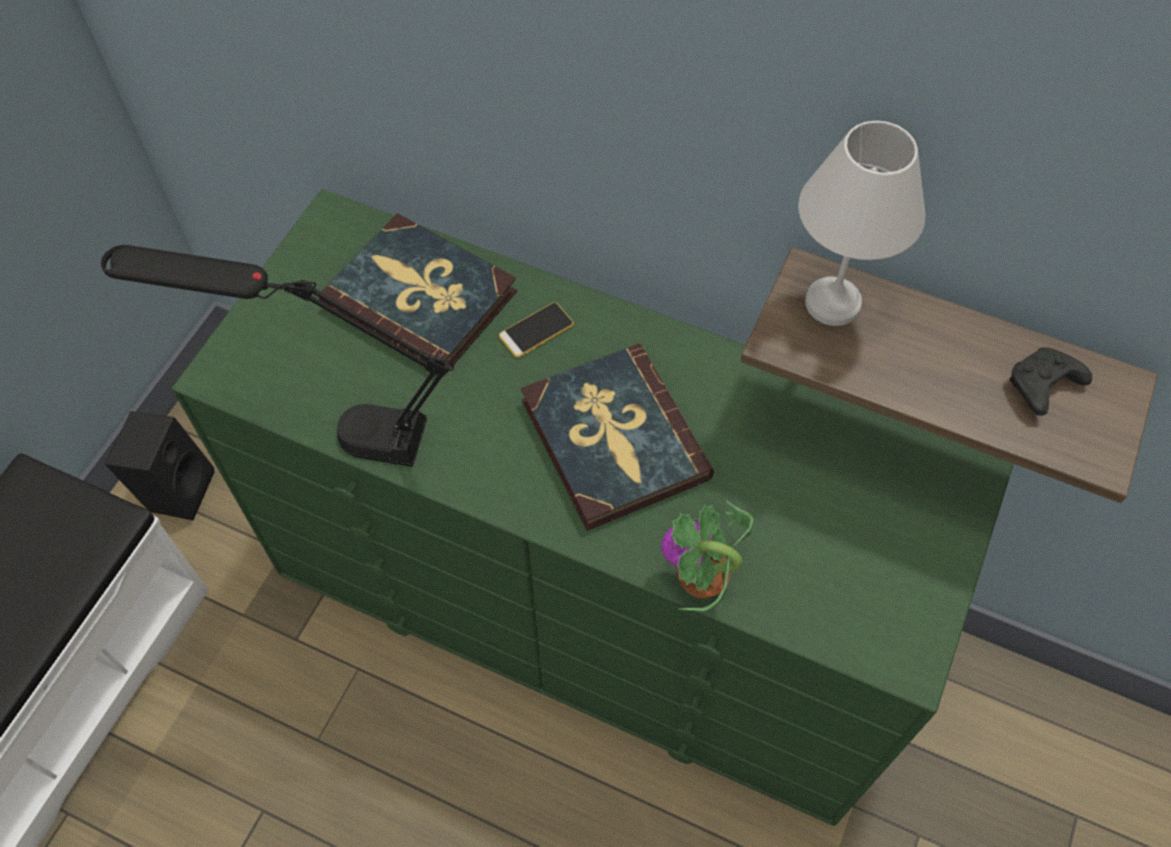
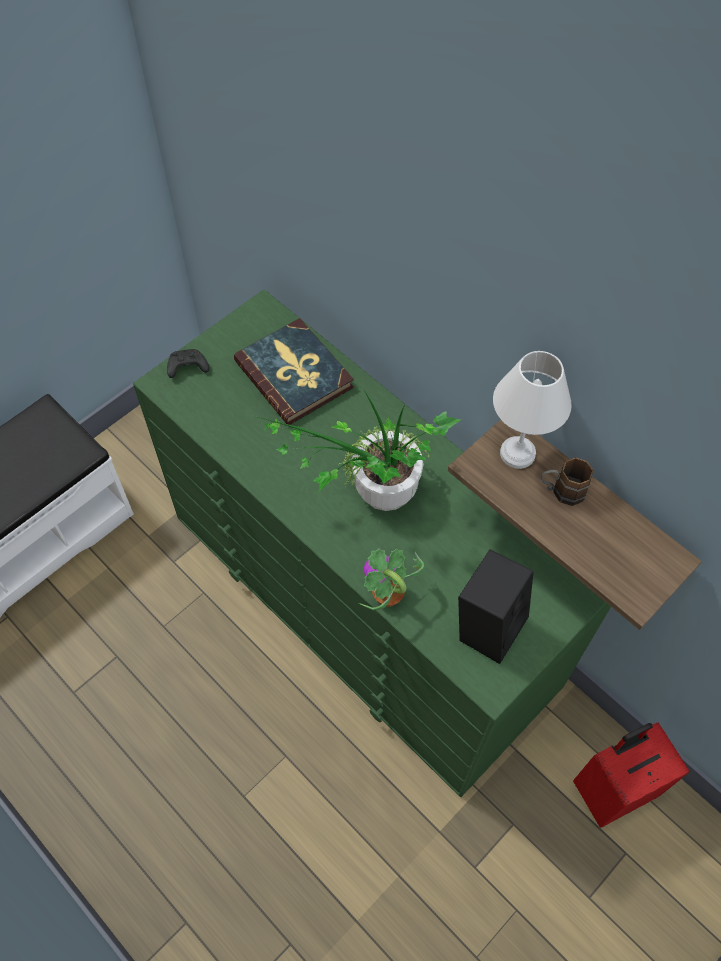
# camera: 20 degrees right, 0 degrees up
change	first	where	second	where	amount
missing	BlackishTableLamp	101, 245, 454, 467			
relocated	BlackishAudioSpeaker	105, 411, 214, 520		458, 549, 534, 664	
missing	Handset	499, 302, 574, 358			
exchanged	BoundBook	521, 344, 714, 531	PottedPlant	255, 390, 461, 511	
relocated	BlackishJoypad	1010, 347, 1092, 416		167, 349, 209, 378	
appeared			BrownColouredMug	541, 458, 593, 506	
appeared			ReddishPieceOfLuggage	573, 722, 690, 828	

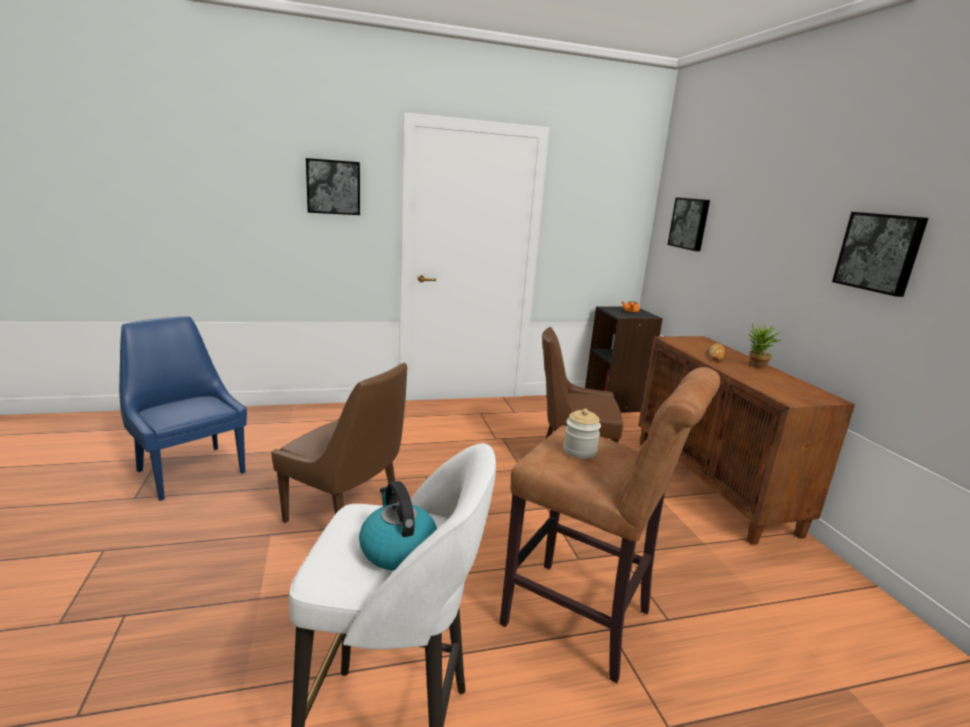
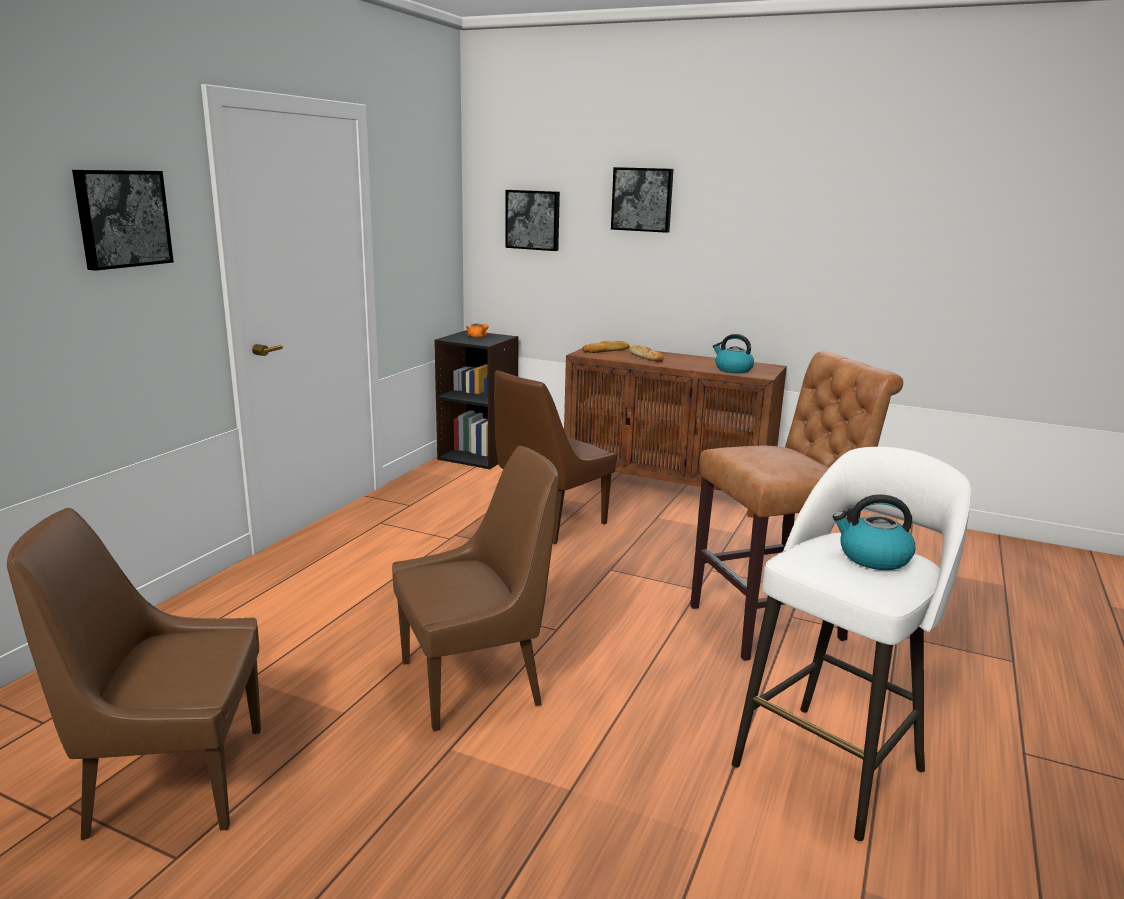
# camera: 50 degrees left, 0 degrees up
change	first	where	second	where	amount
colour	BlueUprightChair	119, 316, 247, 501	BrownColouredUprightChair	7, 508, 261, 840	
missing	PreserveJar	563, 409, 601, 459			
missing	PottedPlant	748, 323, 784, 369			
relocated	WallArt	832, 212, 928, 297		611, 167, 674, 233	
appeared			Bread	582, 341, 630, 353	
appeared			WaterKettle	713, 334, 754, 373	

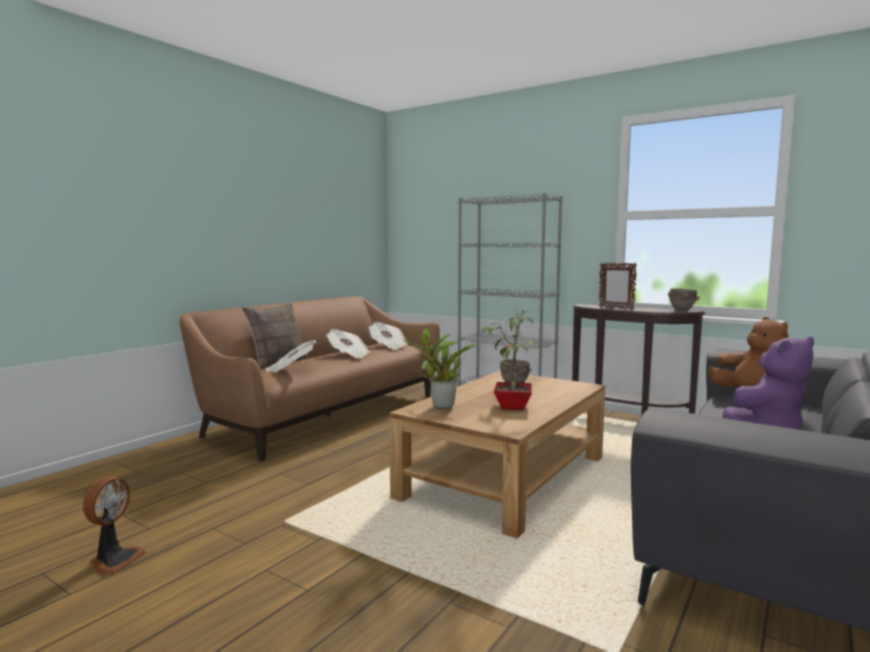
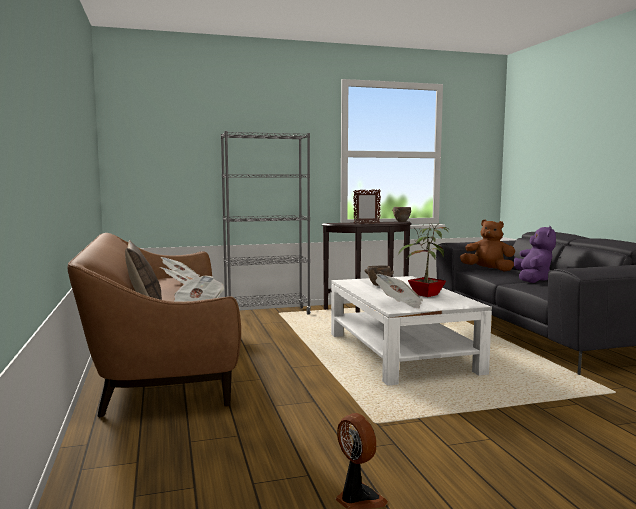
# camera: 50 degrees left, 0 degrees up
change	first	where	second	where	amount
colour	BrownColouredLowTable	389, 371, 605, 539	WhitishLowTable	331, 276, 492, 386	
exchanged	PottedPlant	404, 328, 476, 409	PrintedPaper	375, 274, 423, 309	

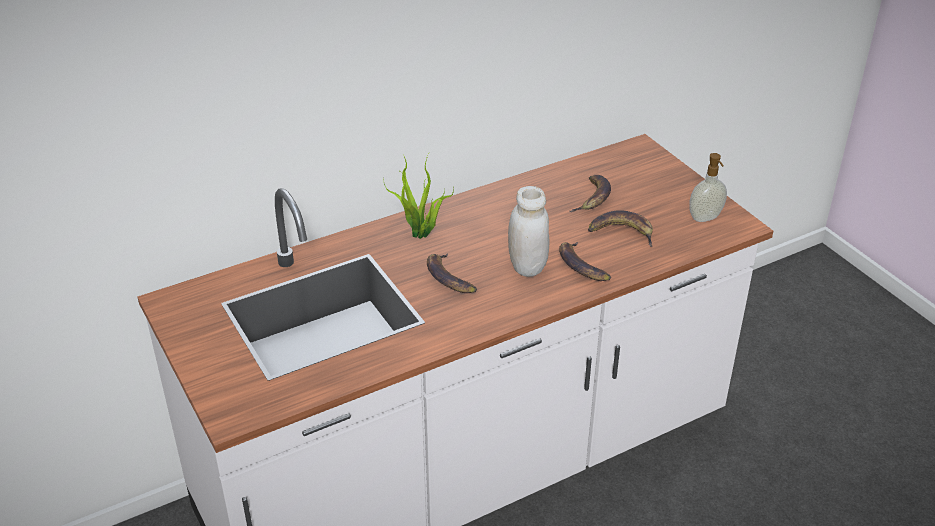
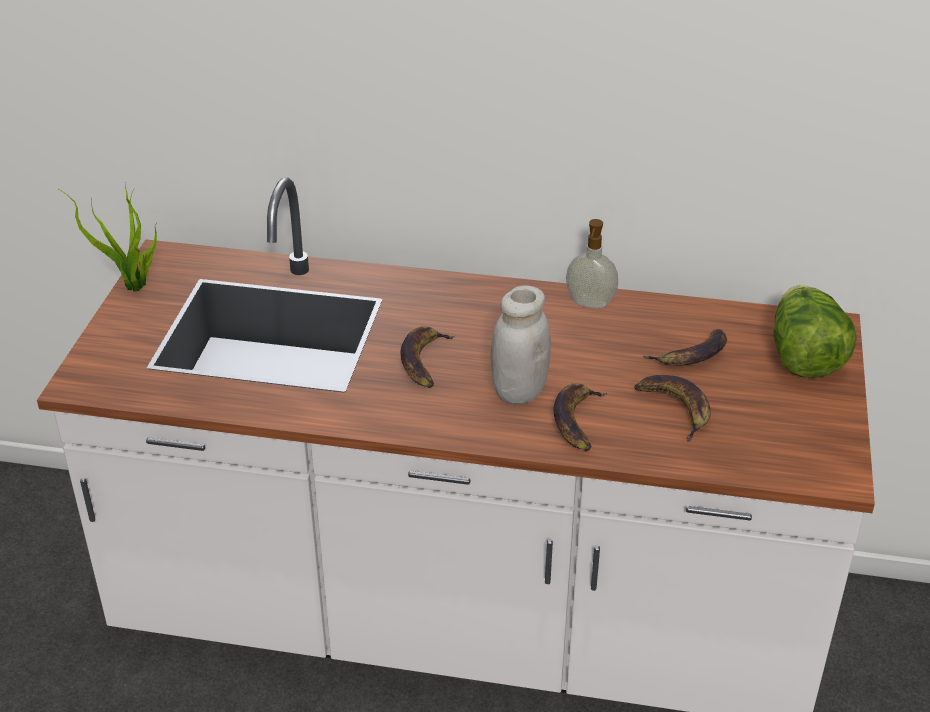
# camera: 40 degrees right, 0 degrees up
change	first	where	second	where	amount
relocated	PottedPlant	383, 154, 454, 239		59, 182, 157, 292	
relocated	LiquidSoapBottle	689, 153, 727, 222		566, 219, 618, 308	
appeared			LettuceHead	773, 285, 856, 378	

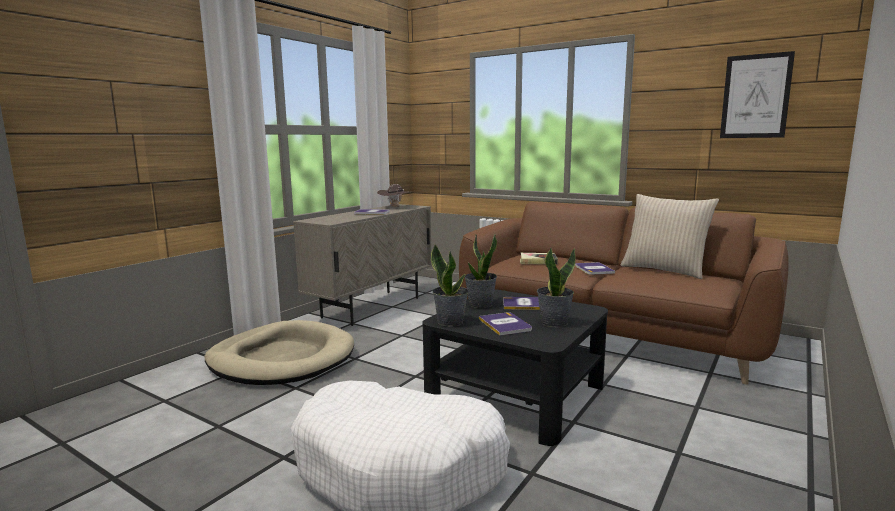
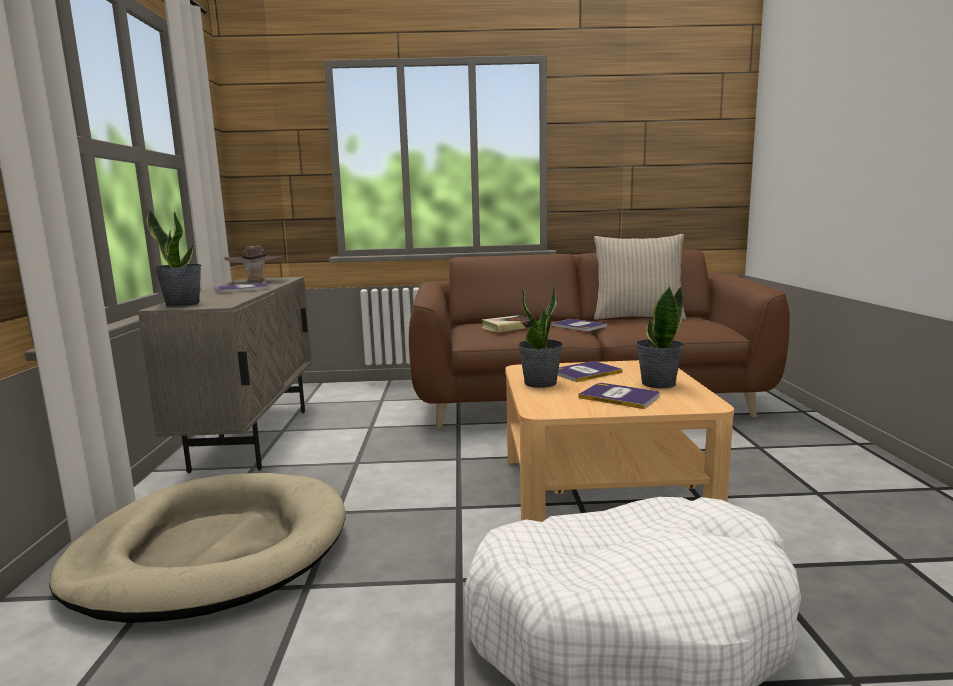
# camera: 35 degrees left, 0 degrees up
change	first	where	second	where	amount
colour	BlackishLowTable	422, 289, 608, 446	BeigeColouredLowTable	505, 360, 734, 522	
relocated	PottedPlant	431, 244, 469, 327		146, 209, 201, 307	
missing	WallArt	720, 51, 795, 138			

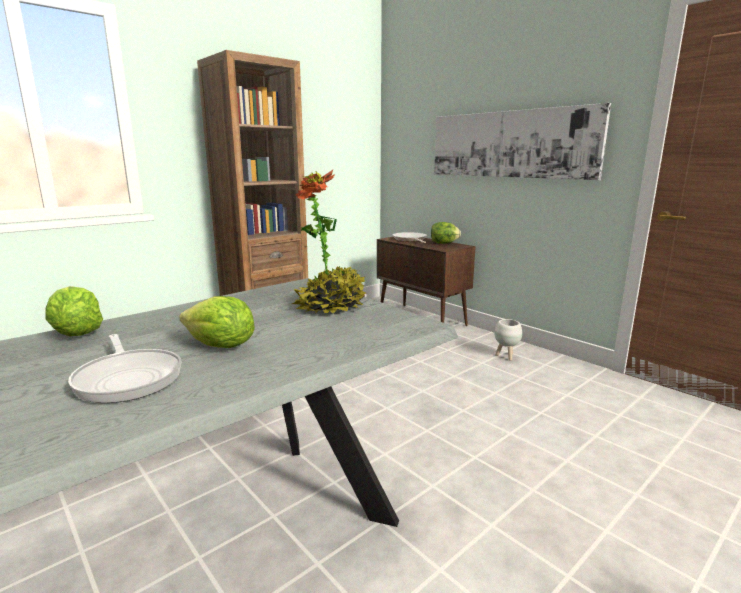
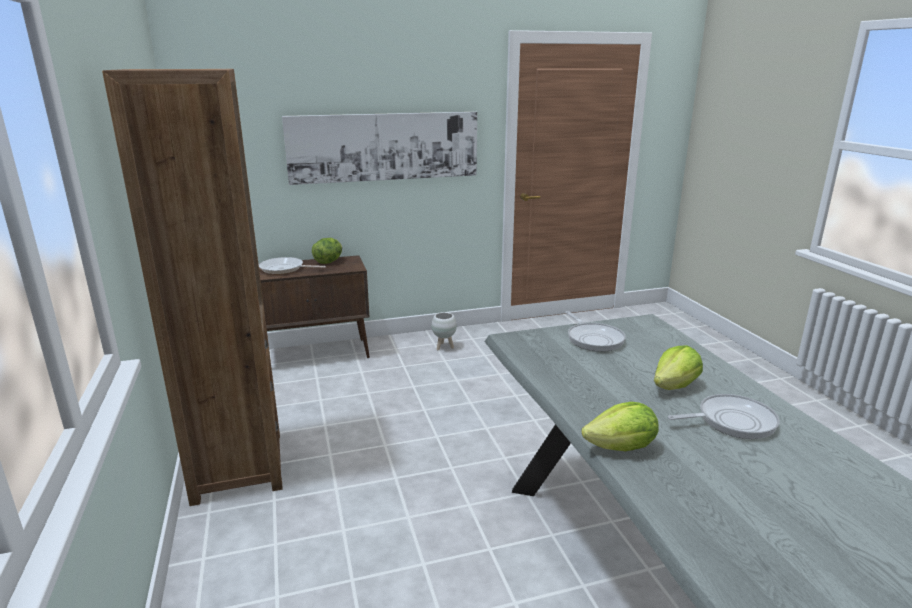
# camera: 65 degrees left, 5 degrees up
change	first	where	second	where	amount
exchanged	PottedPlant	292, 170, 366, 314	FryingPan	565, 311, 626, 352	

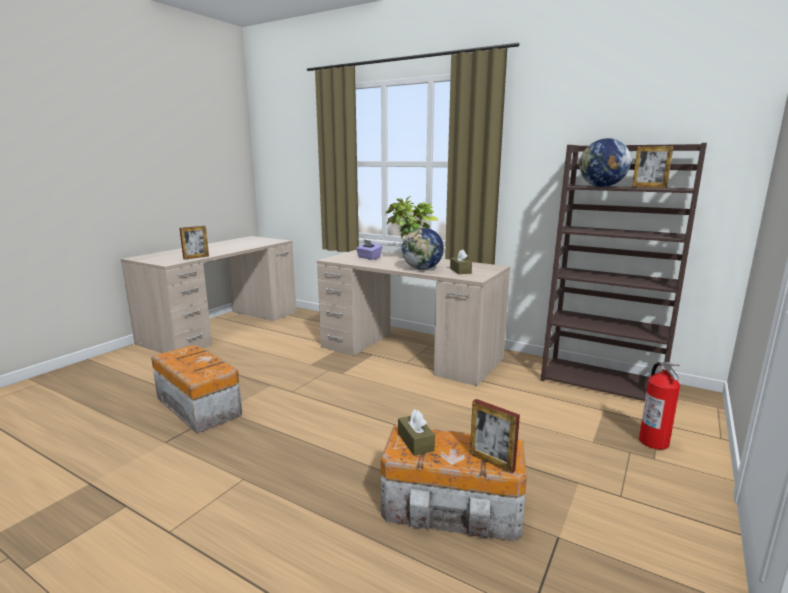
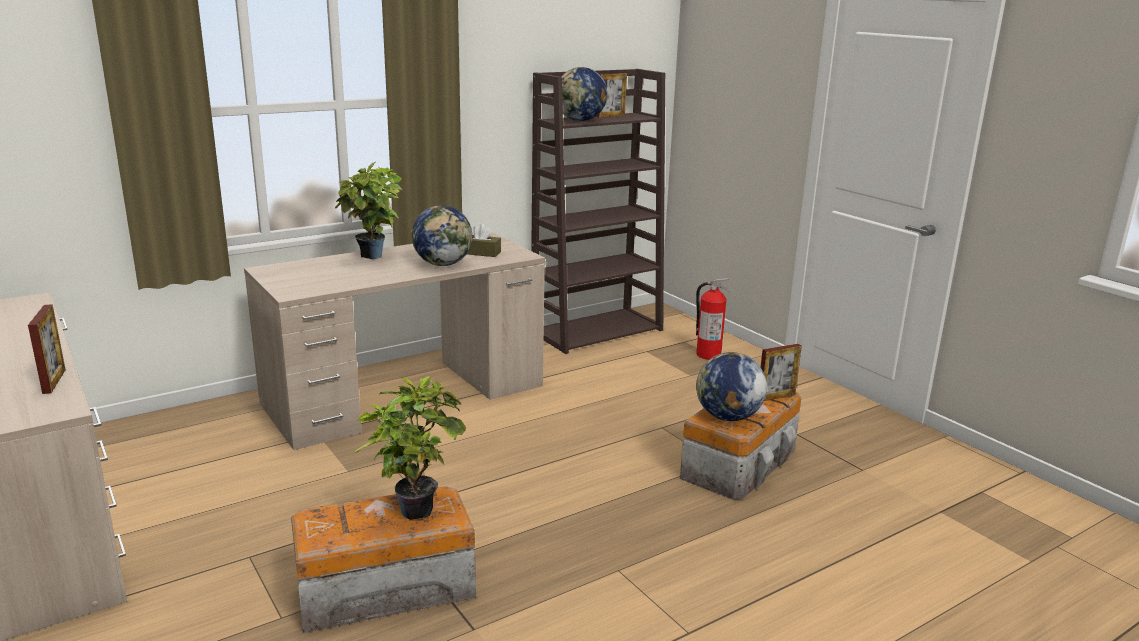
# camera: 65 degrees left, 5 degrees up
change	first	where	second	where	amount
missing	PurplishTissueBox	356, 240, 382, 260			
exchanged	BrownColouredTissueBox	398, 409, 435, 456	Globe	696, 352, 767, 421	
appeared			PottedPlant	354, 376, 466, 520	

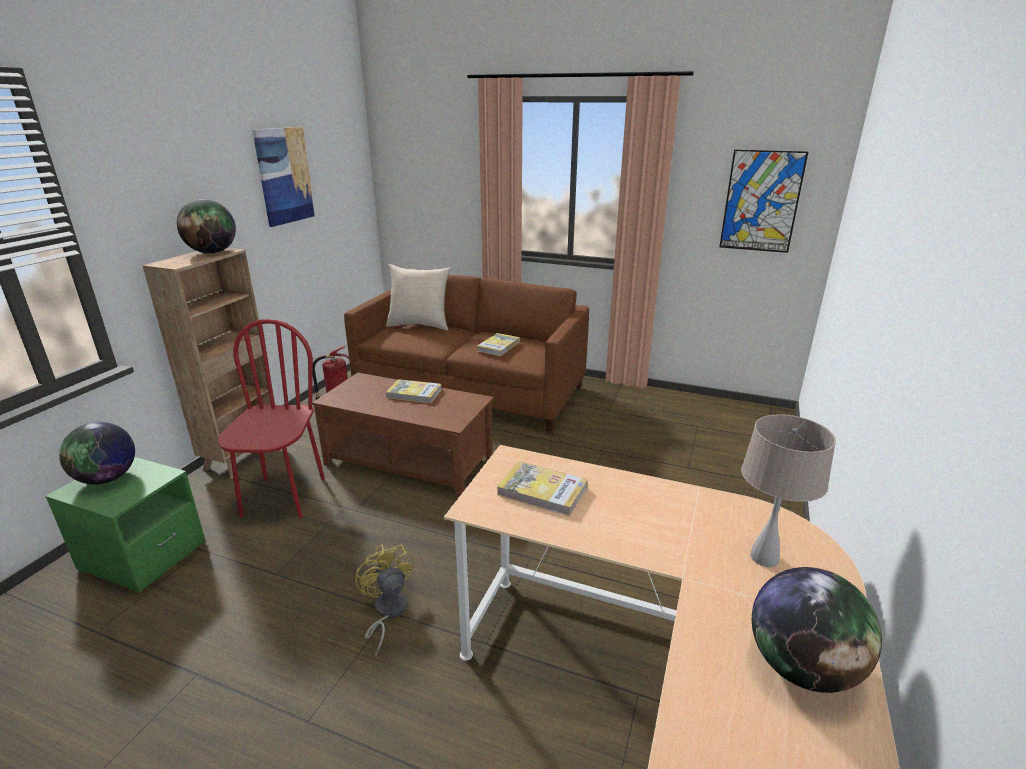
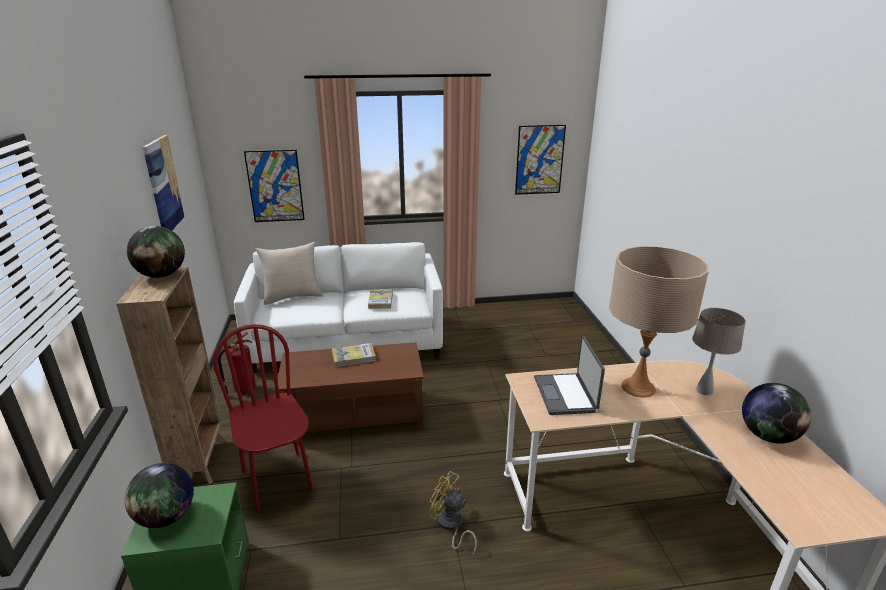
# camera: 30 degrees left, 0 degrees up
change	first	where	second	where	amount
colour	BrownColouredCouch	344, 275, 589, 432	WhitishCouch	234, 242, 443, 373	
exchanged	BoundBook	497, 461, 588, 516	PortableComputer	534, 336, 605, 415	
appeared			WallArt	244, 150, 305, 222	
appeared			BeigeColouredTableLamp	609, 246, 709, 398	

